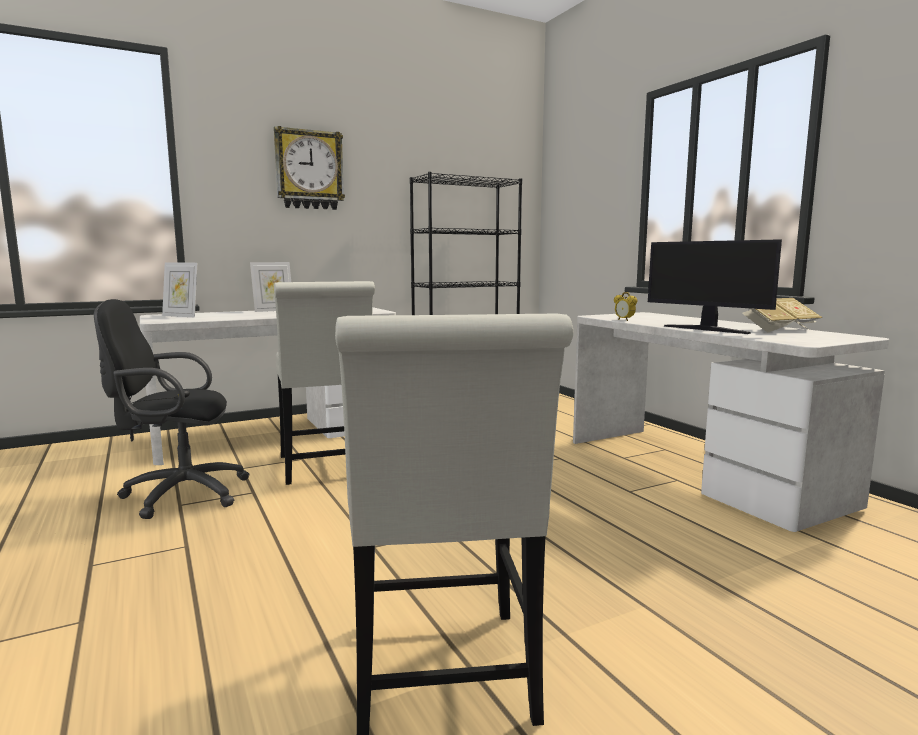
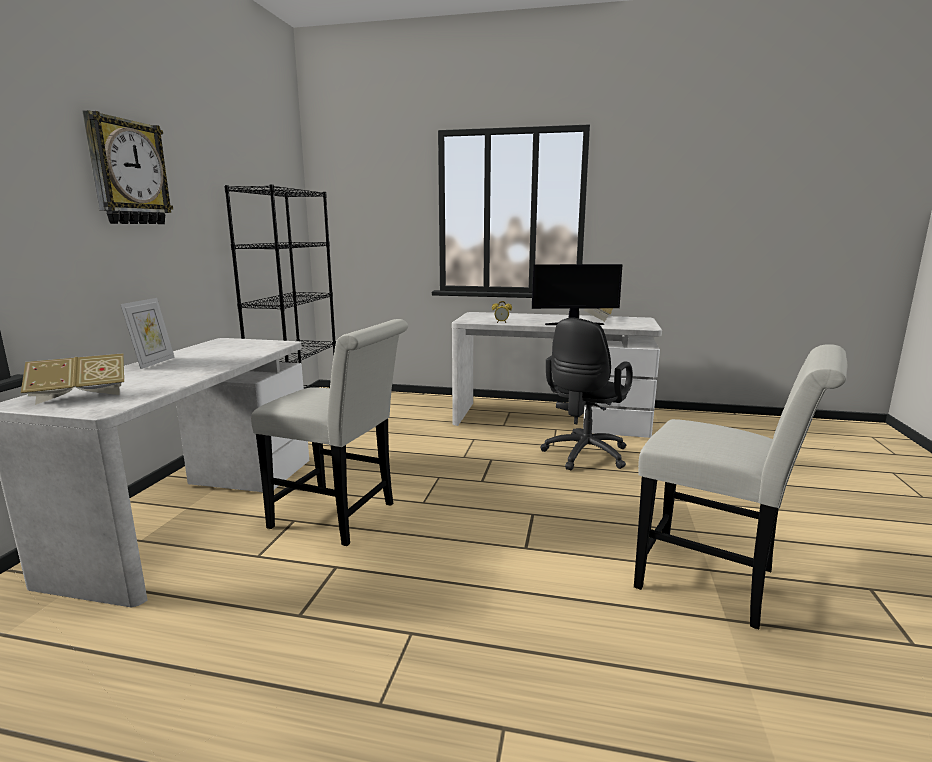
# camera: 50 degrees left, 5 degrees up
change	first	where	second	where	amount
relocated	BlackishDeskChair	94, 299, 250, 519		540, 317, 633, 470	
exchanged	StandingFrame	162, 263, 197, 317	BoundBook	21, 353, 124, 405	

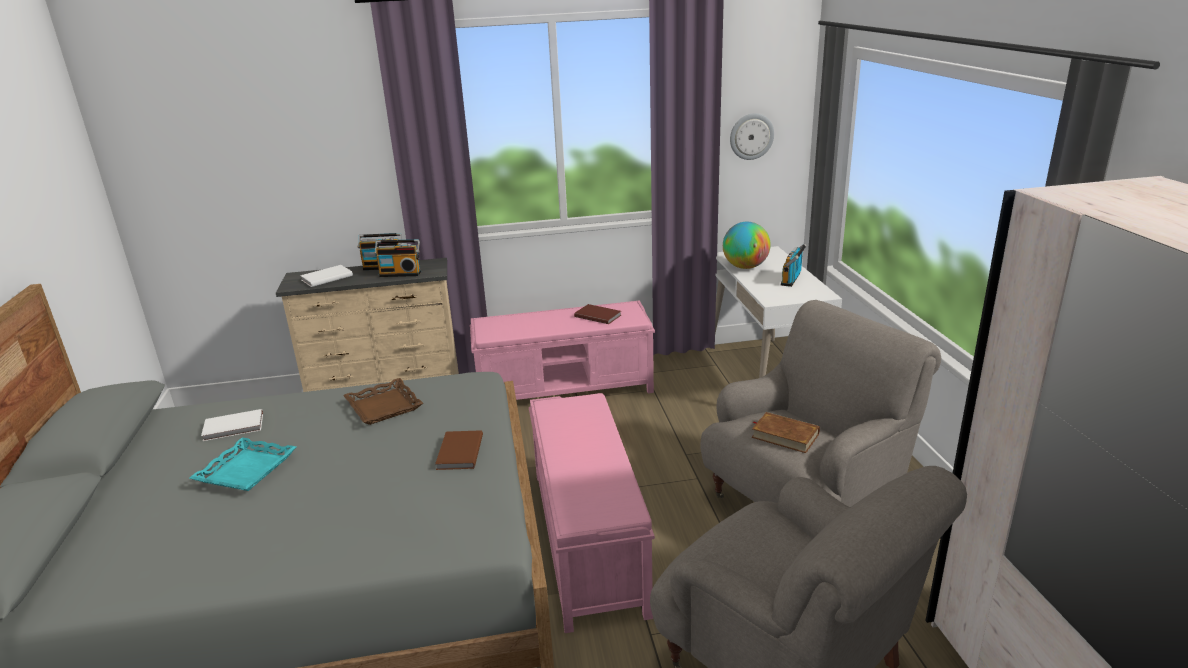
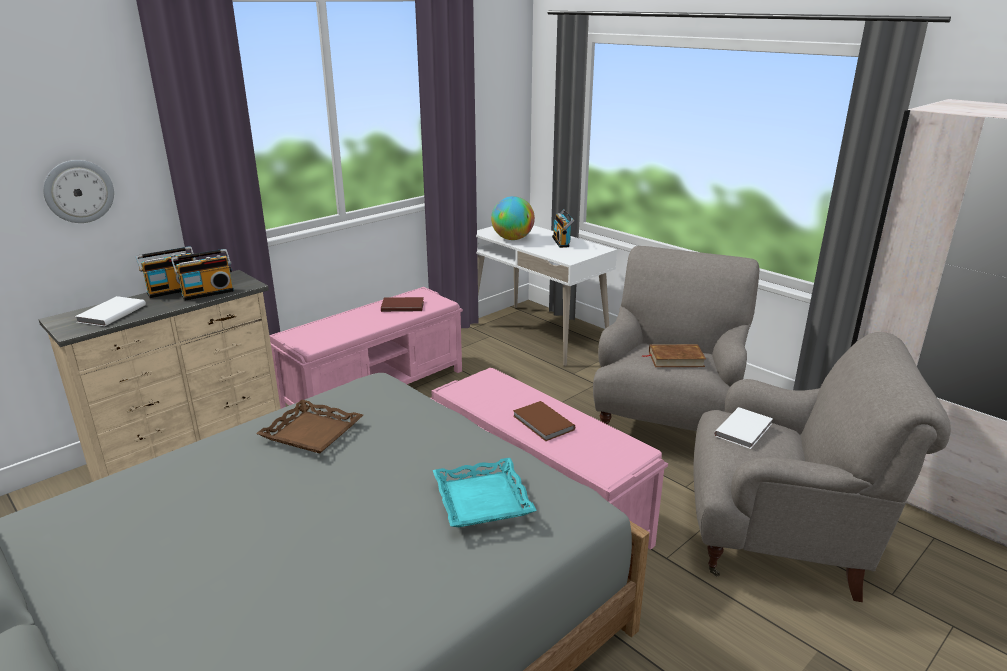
# camera: 35 degrees left, 0 degrees up
change	first	where	second	where	amount
relocated	TurquoiseTray	189, 437, 296, 491		433, 458, 537, 527	
relocated	WhitishBoundBook	201, 409, 263, 441		714, 407, 773, 449	
relocated	BrownColouredBoundBook	435, 430, 483, 470		513, 401, 575, 441	
relocated	ClockOnTheWall	730, 113, 774, 160		43, 160, 114, 223	

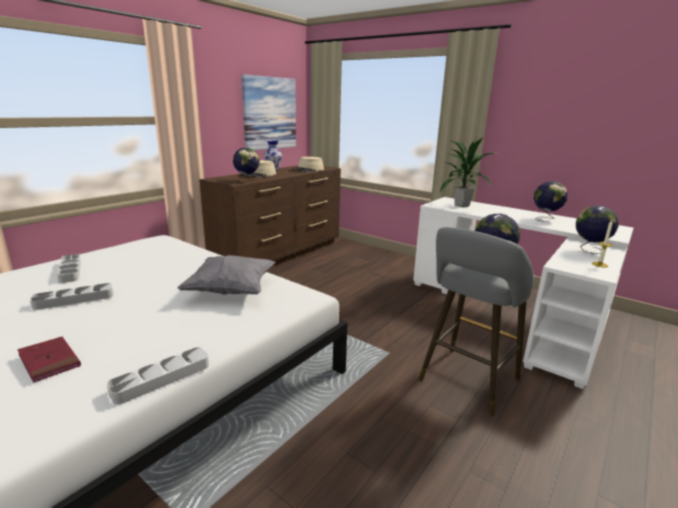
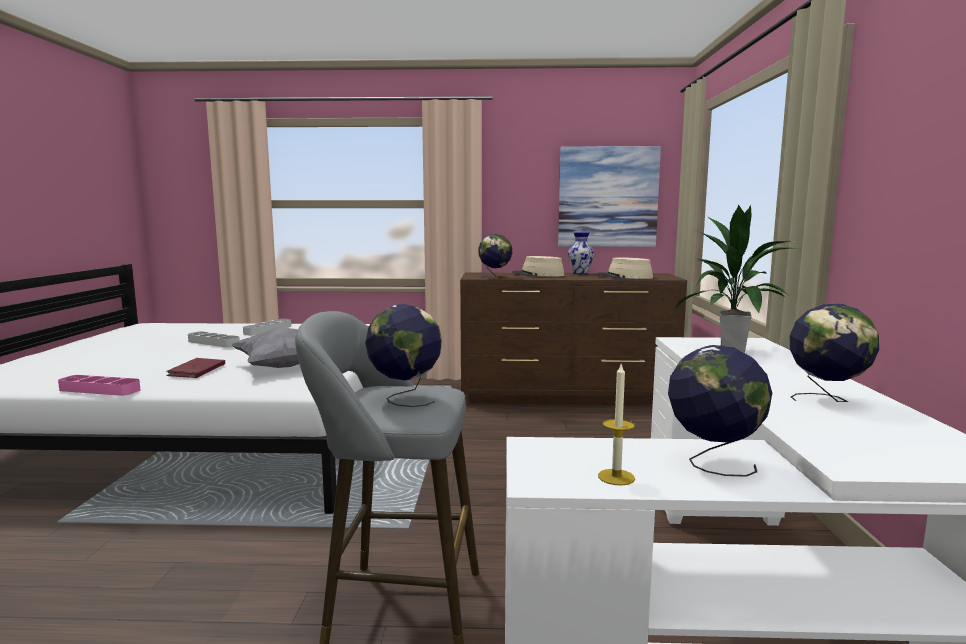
# camera: 55 degrees right, 10 degrees down
change	first	where	second	where	amount
relocated	ReddishBoundBook	18, 337, 81, 383		166, 358, 225, 378	
colour	GreyishTray	107, 347, 209, 404	PinkTray	58, 375, 140, 396	

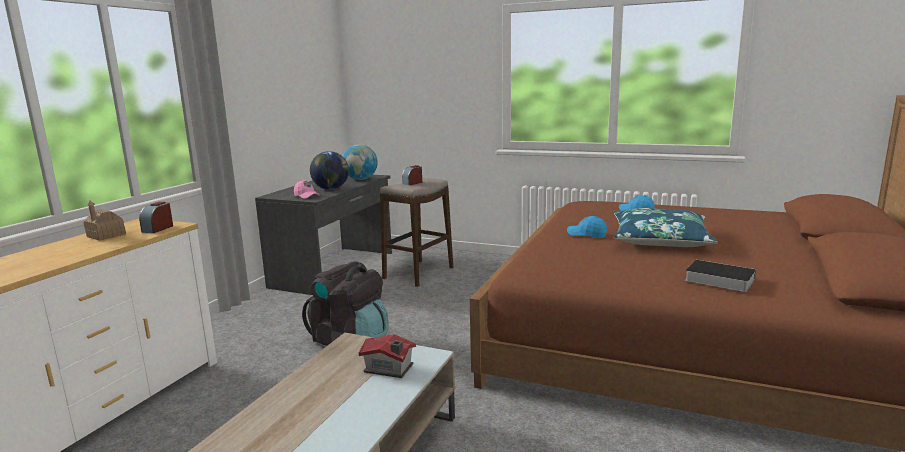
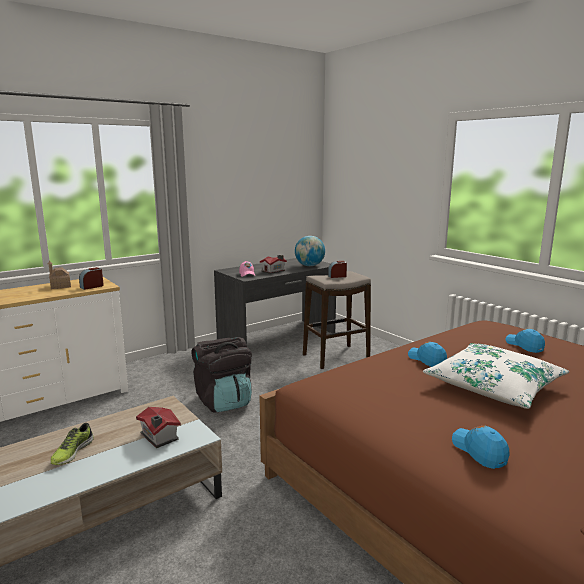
# camera: 30 degrees right, 0 degrees up
change	first	where	second	where	amount
exchanged	Globe	310, 151, 349, 190	MiniatureHouse	260, 255, 287, 274	
colour	BlueThrowPillow	613, 208, 718, 247	WhitishThrowPillow	423, 343, 569, 409	
exchanged	BoundBook	684, 260, 756, 292	BlueCap	452, 425, 510, 469	
appeared			Shoe	50, 423, 94, 465	

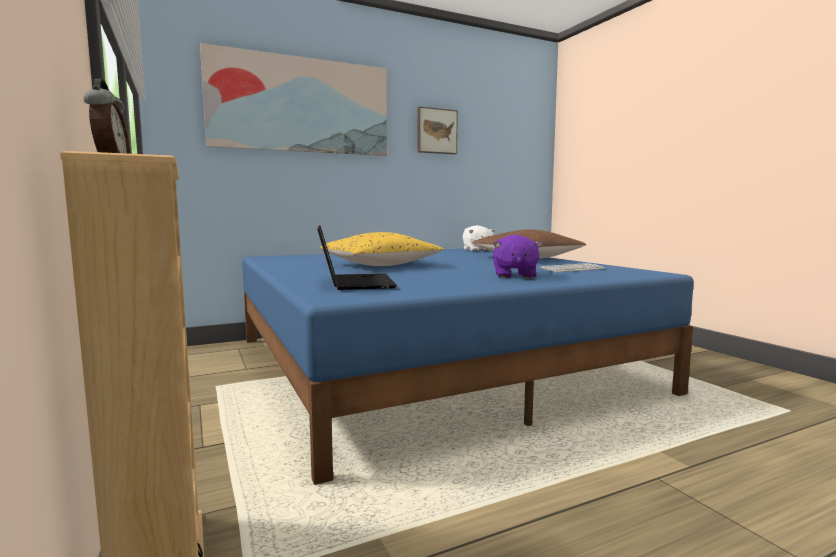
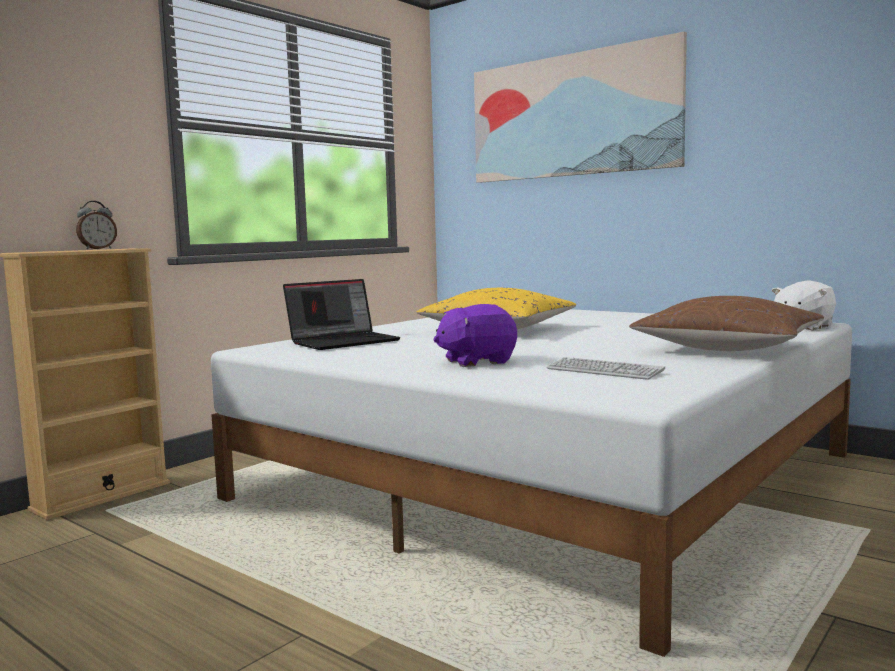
# camera: 65 degrees right, 0 degrees up
change	first	where	second	where	amount
colour	BlueBedroomBed	242, 249, 694, 485	WhitishBedroomBed	211, 309, 852, 657	
missing	WallArt	417, 107, 458, 154			

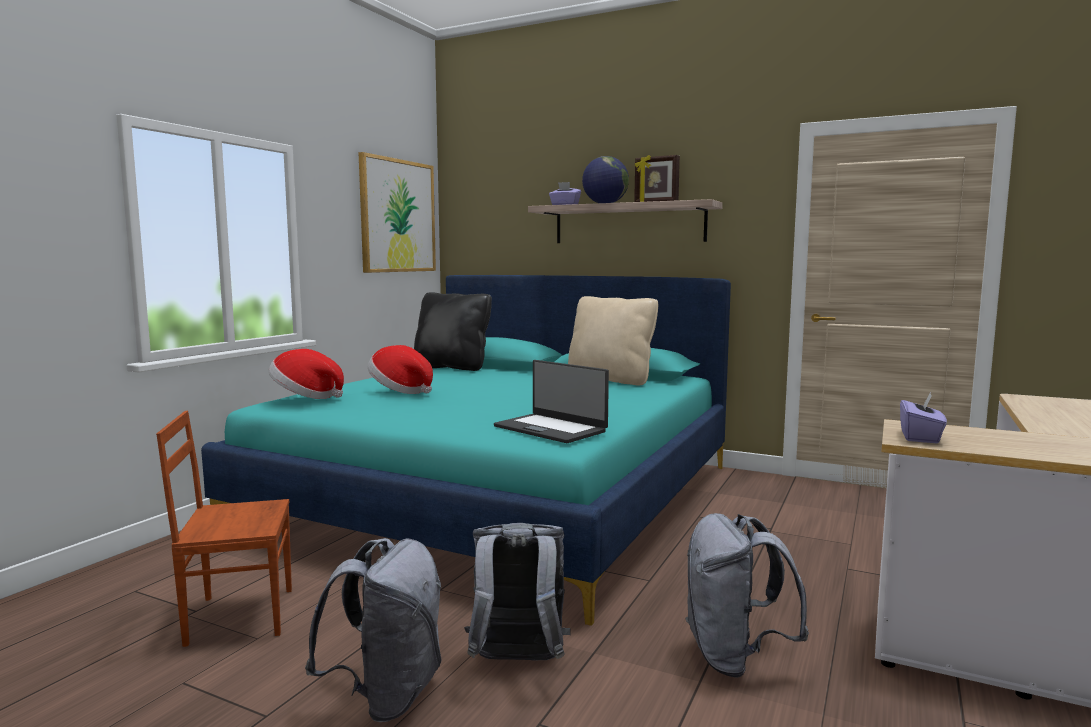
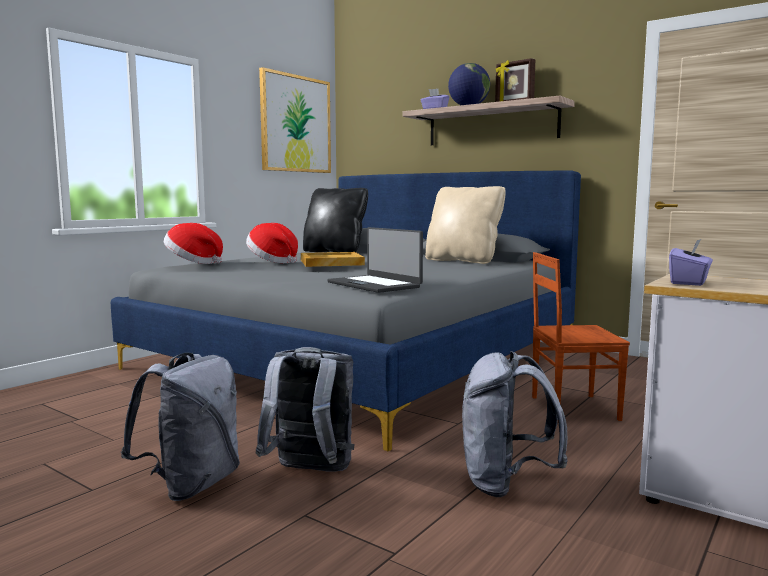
# camera: 10 degrees right, 0 degrees up
change	first	where	second	where	amount
relocated	BrownColouredUprightChair	156, 411, 292, 647		532, 252, 630, 421	
colour	TurquoiseBedroomBed	201, 275, 731, 626	GreyishBedroomBed	111, 171, 581, 451	
appeared			BeigeColouredTray	301, 252, 365, 267	

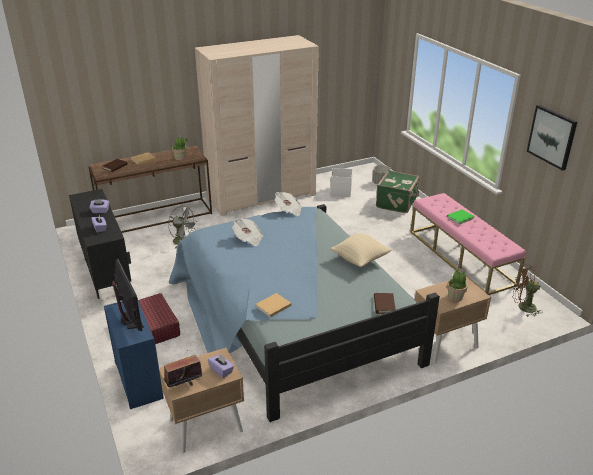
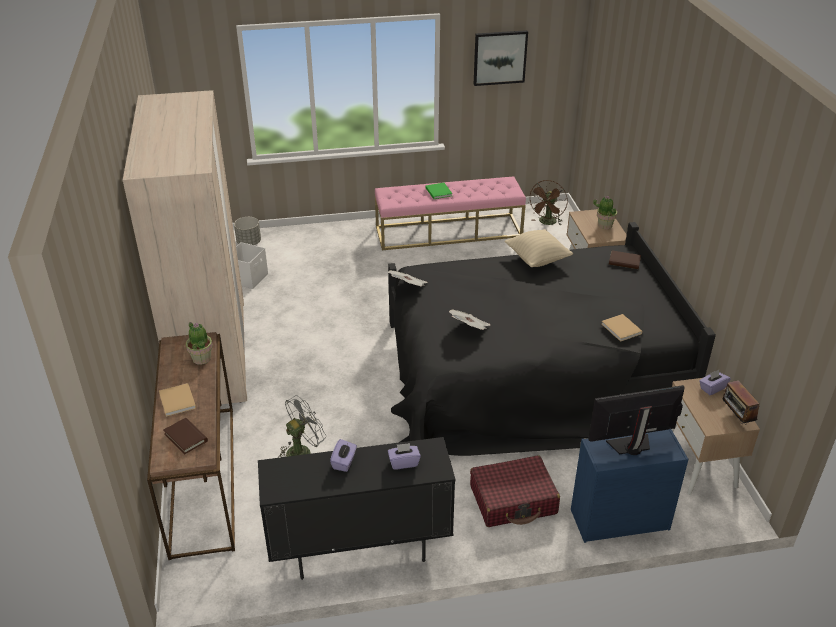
# camera: 75 degrees left, 5 degrees up
change	first	where	second	where	amount
colour	BlueBedroomBed	169, 204, 440, 422	BlackishBedroomBed	388, 222, 716, 456	
missing	GreenColouredPieceOfLuggage	376, 170, 420, 213			

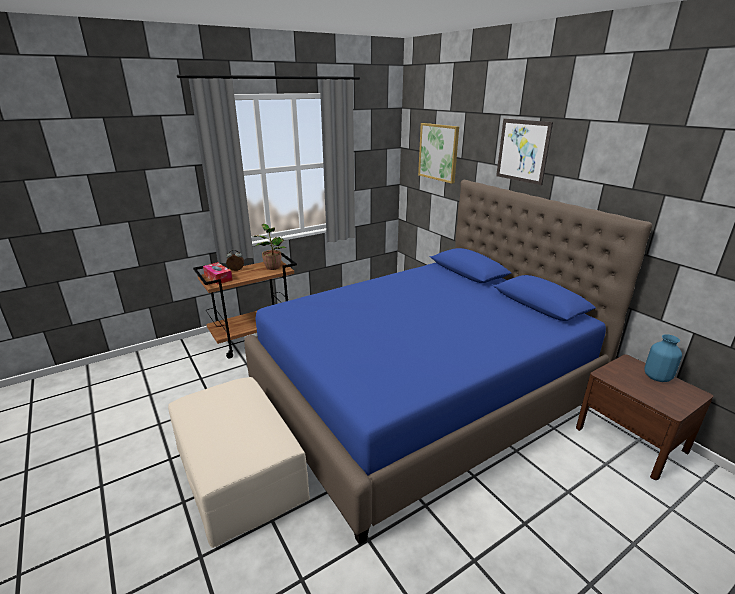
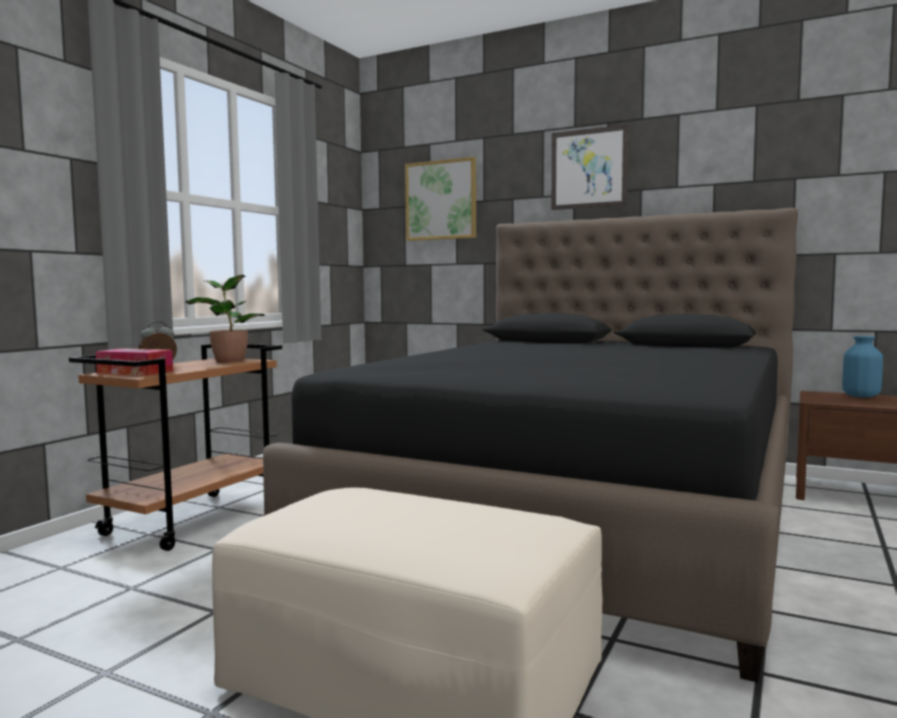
# camera: 30 degrees left, 20 degrees down
change	first	where	second	where	amount
colour	BlueBedroomBed	244, 180, 653, 545	BlackishBedroomBed	263, 208, 798, 683	

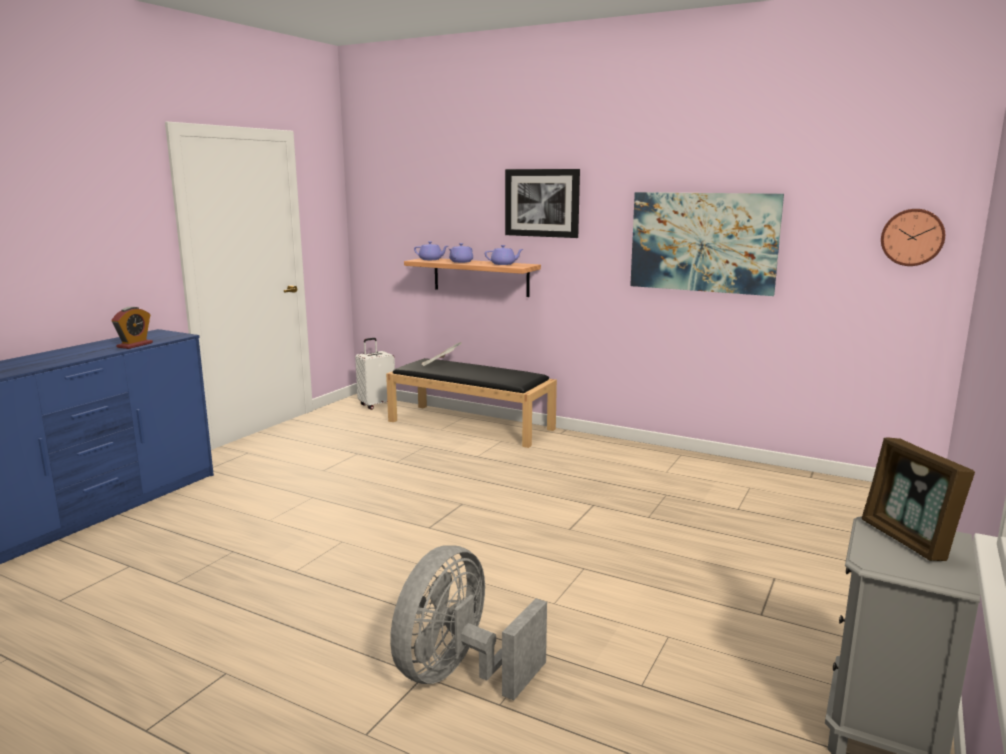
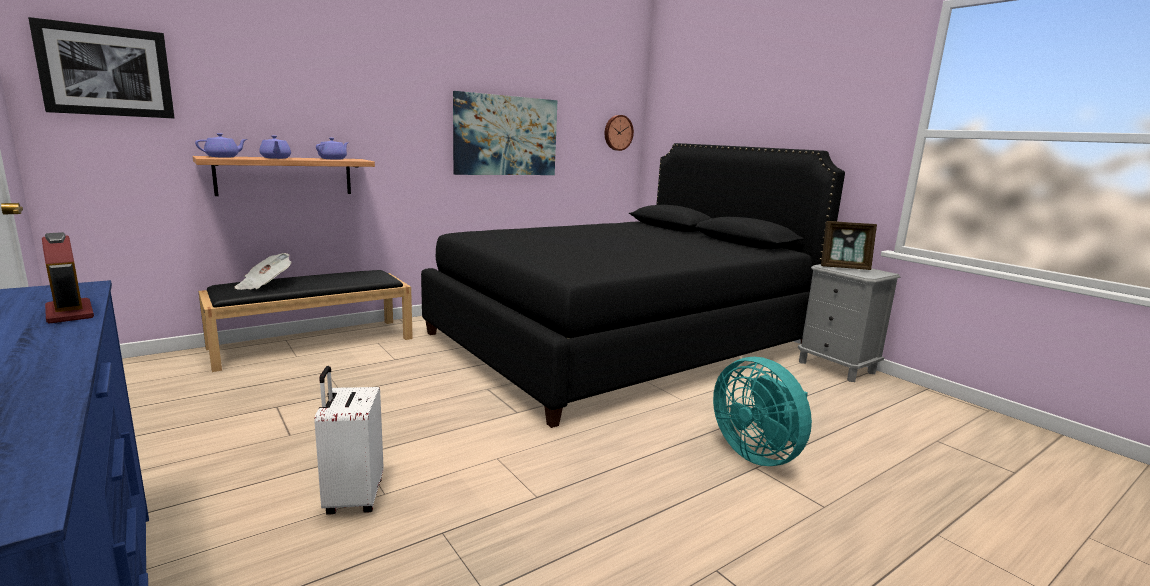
# camera: 65 degrees left, 0 degrees up
change	first	where	second	where	amount
relocated	WhitishPieceOfLuggage	355, 338, 395, 410		314, 366, 383, 515	
colour	GreyishCoolingFan	390, 545, 547, 701	TurquoiseCoolingFan	713, 357, 812, 466	
relocated	WallArt	505, 169, 580, 238		28, 17, 175, 118	
appeared			BlackishBedroomBed	421, 143, 845, 428	

